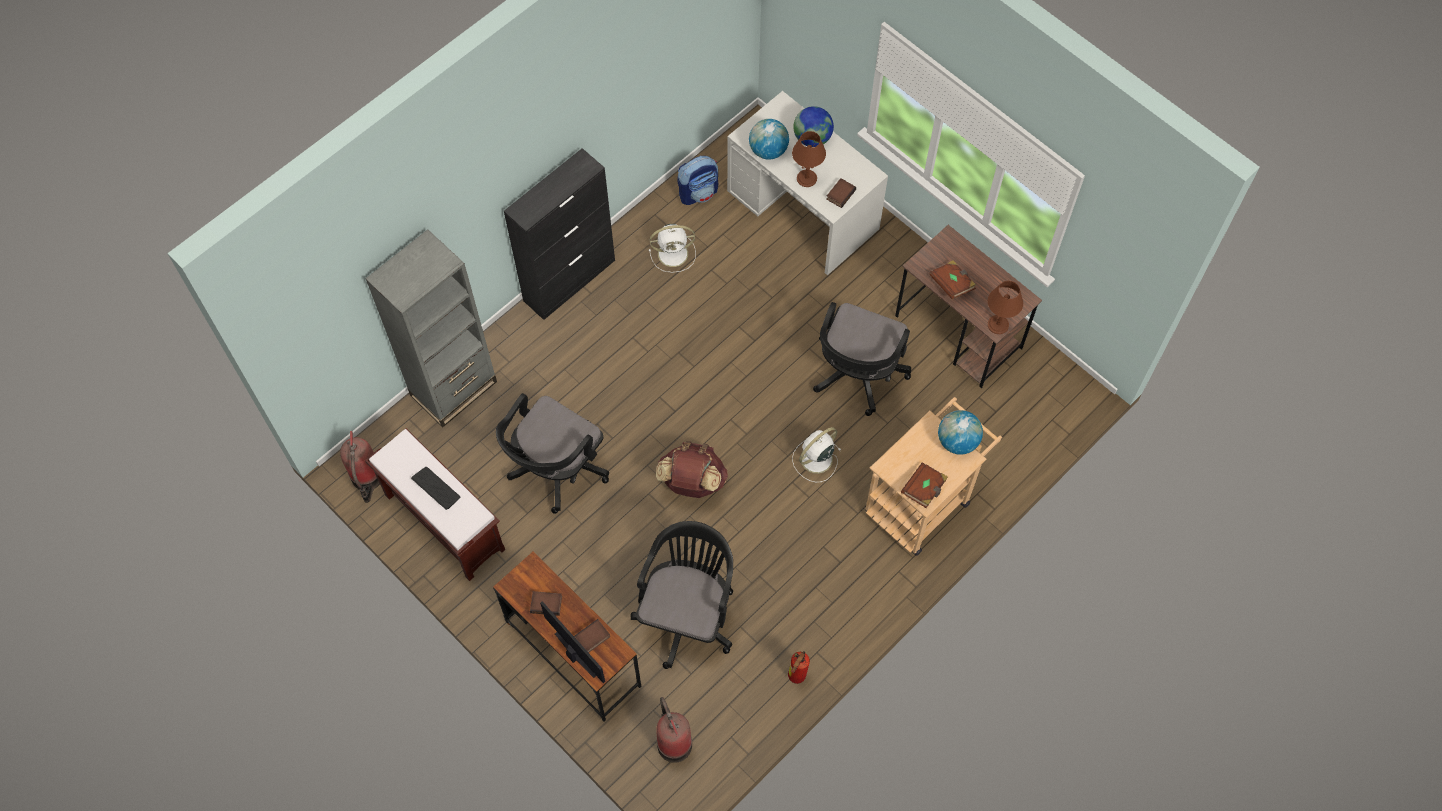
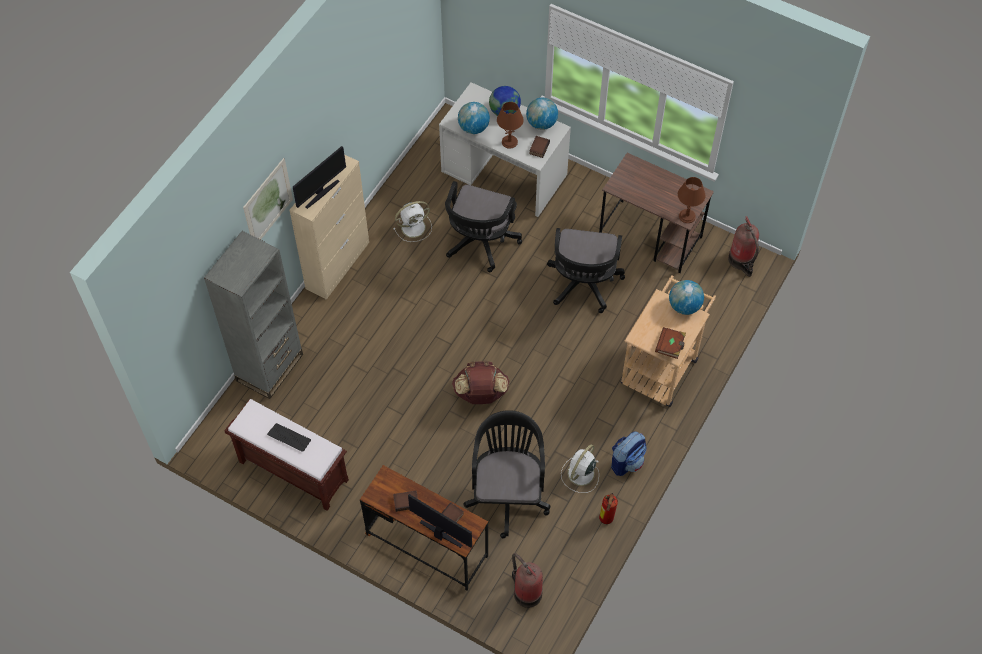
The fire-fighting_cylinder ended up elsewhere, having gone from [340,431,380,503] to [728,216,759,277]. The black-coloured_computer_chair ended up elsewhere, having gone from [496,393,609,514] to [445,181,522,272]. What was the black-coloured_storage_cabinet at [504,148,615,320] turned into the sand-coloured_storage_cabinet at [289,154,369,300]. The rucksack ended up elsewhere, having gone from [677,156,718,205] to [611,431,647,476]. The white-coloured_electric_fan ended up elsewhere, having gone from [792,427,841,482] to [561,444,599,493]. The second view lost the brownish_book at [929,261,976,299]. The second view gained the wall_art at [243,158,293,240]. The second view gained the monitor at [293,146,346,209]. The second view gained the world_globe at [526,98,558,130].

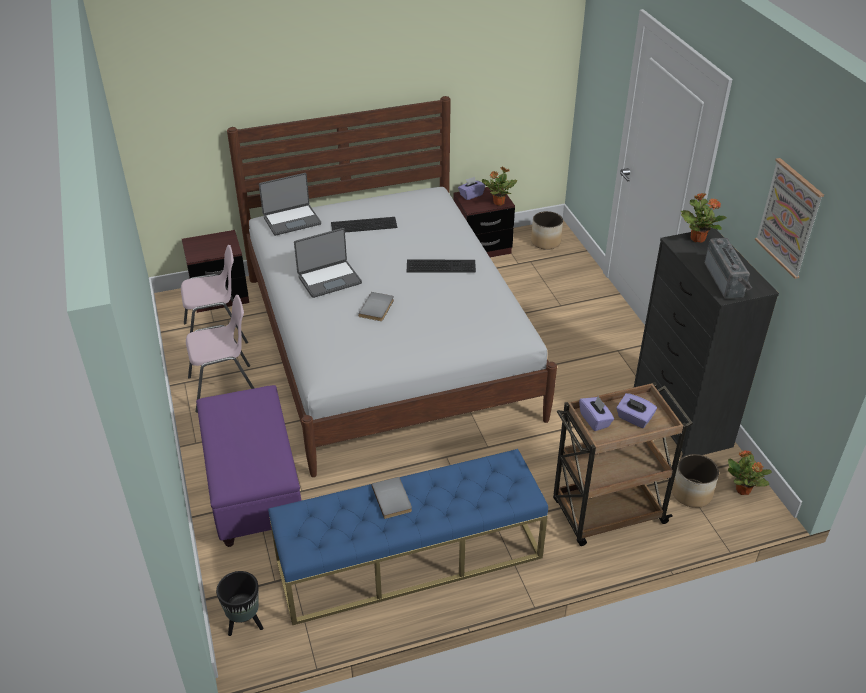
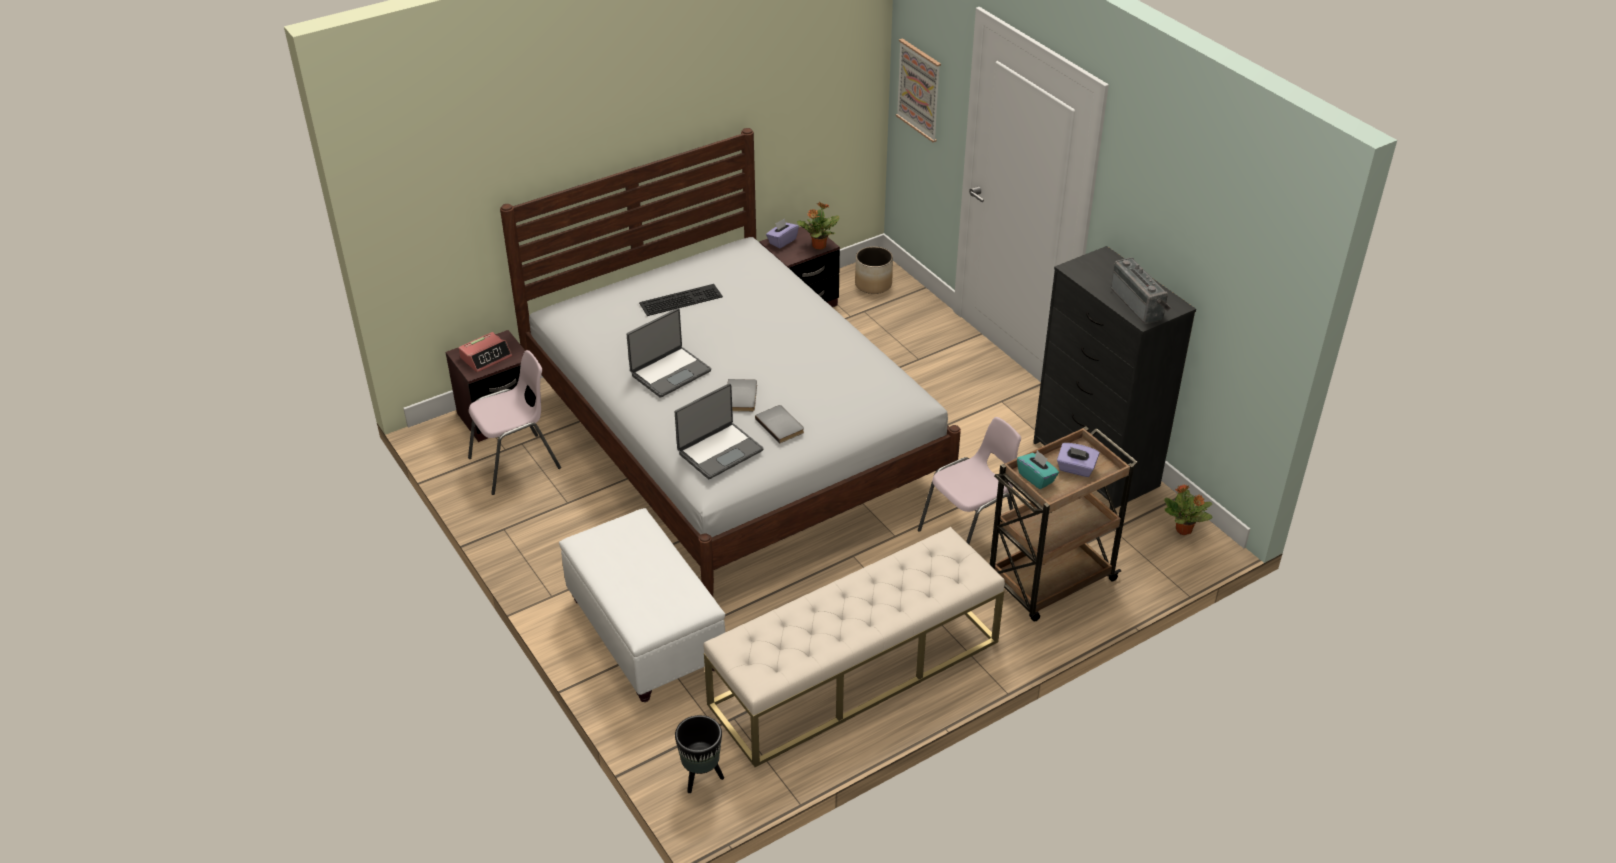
The pink-coloured_chair ended up elsewhere, having gone from [186,295,254,413] to [918,417,1021,544]. What was the purplish_footrest at [196,385,301,547] turned into the white-coloured_footrest at [559,508,725,702]. The portable_computer ended up elsewhere, having gone from [259,173,321,236] to [675,383,763,479]. What was the bluish_long_seat at [268,449,548,625] turned into the sand-coloured_long_seat at [703,527,1005,767]. The grey_book ended up elsewhere, having gone from [372,477,412,519] to [755,405,804,443]. The second view lost the computer_keyboard at [407,260,476,273]. What was the purplish_box_of_tissues at [579,396,614,431] turned into the blue-green_box_of_tissues at [1017,450,1059,489]. The second view lost the flower_pot at [672,454,719,508]. The second view lost the houseplant at [681,193,727,243]. The wall_art ended up elsewhere, having gone from [755,158,824,279] to [896,38,941,142]. The second view gained the bedside_clock at [458,332,512,372].

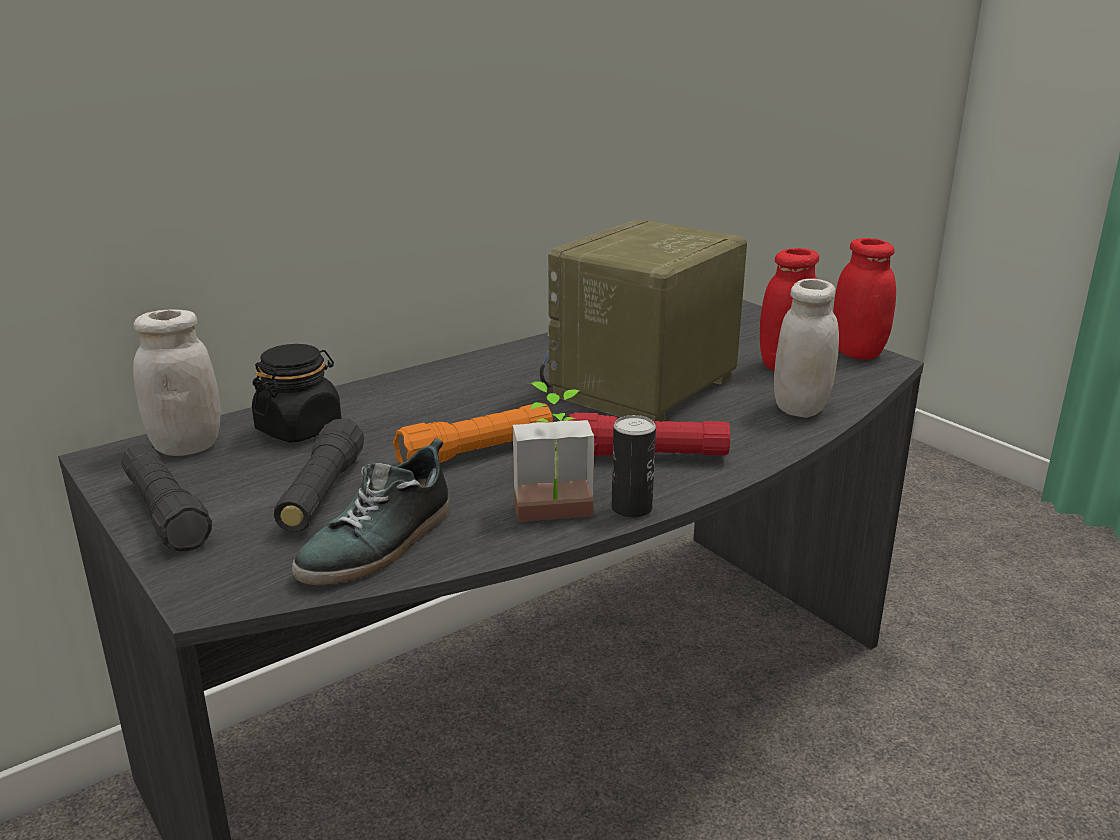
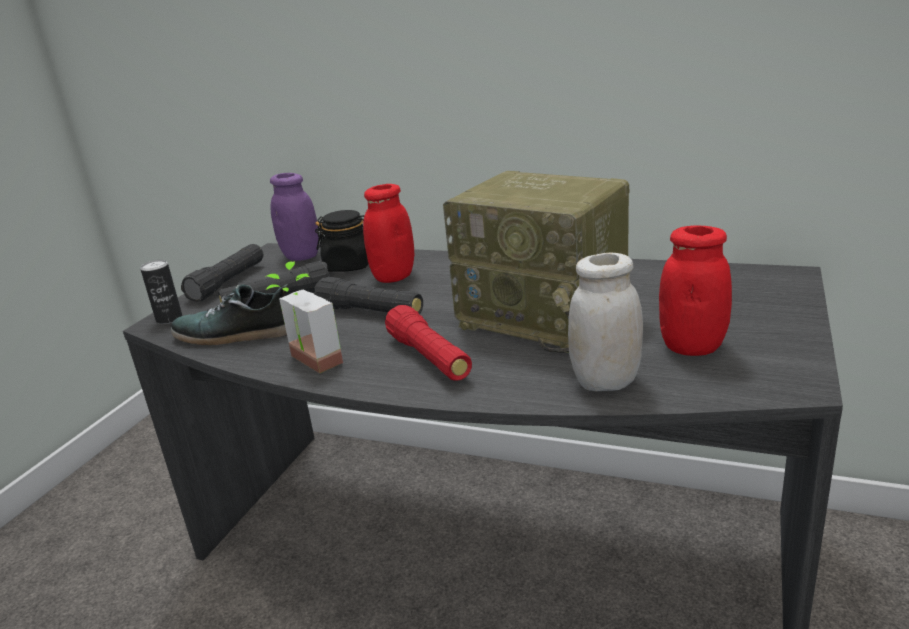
What was the white-coloured_storage_jar at [133,309,221,456] turned into the purplish_storage_jar at [270,173,319,261]. What was the orangey_flashlight at [393,403,553,464] turned into the black-coloured_flashlight at [314,277,423,314]. The radio_set at [540,219,747,422] ended up facing another way, 150 degrees counterclockwise from before. The metal_can ended up elsewhere, having gone from [611,415,656,518] to [140,260,182,324]. The red-coloured_storage_jar ended up elsewhere, having gone from [833,238,896,360] to [363,184,414,283].

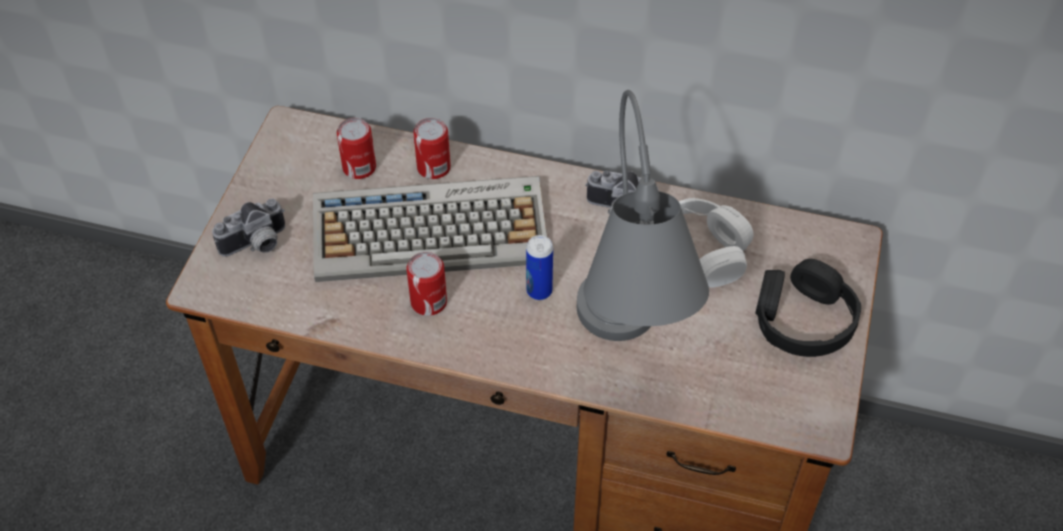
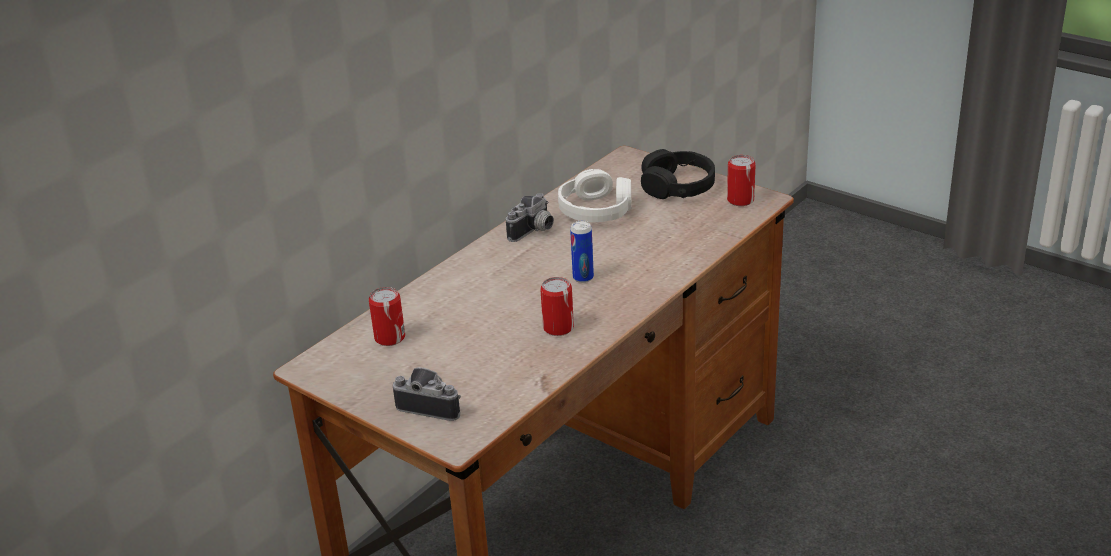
The still_camera at [212,199,285,257] ended up facing another way, 60 degrees counterclockwise from before. The second view lost the computer_keyboard at [313,176,547,282]. The metal_can ended up elsewhere, having gone from [413,118,451,179] to [727,155,756,206]. The second view lost the grey_table_lamp at [577,90,709,341].

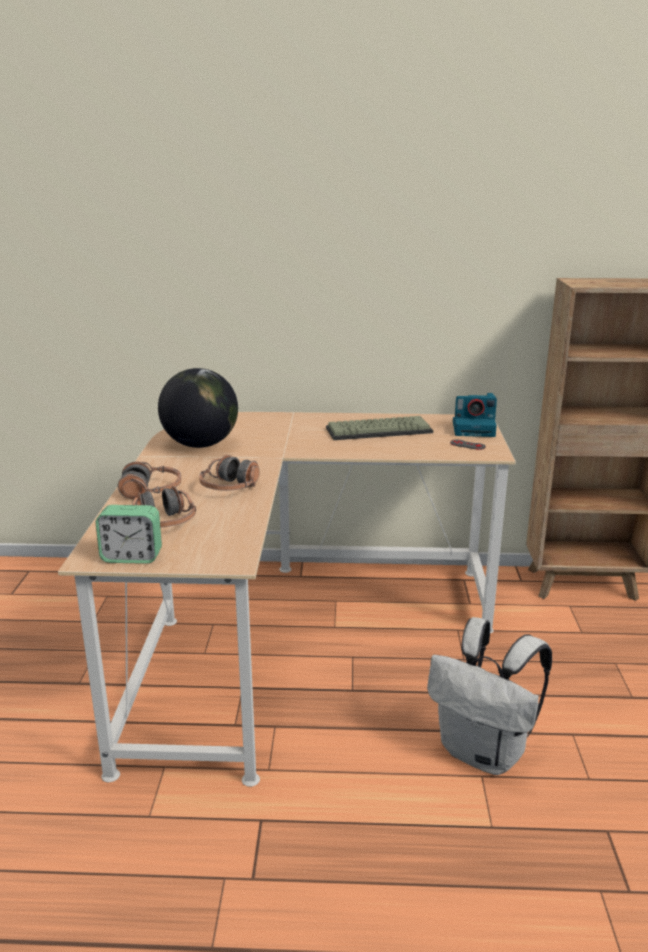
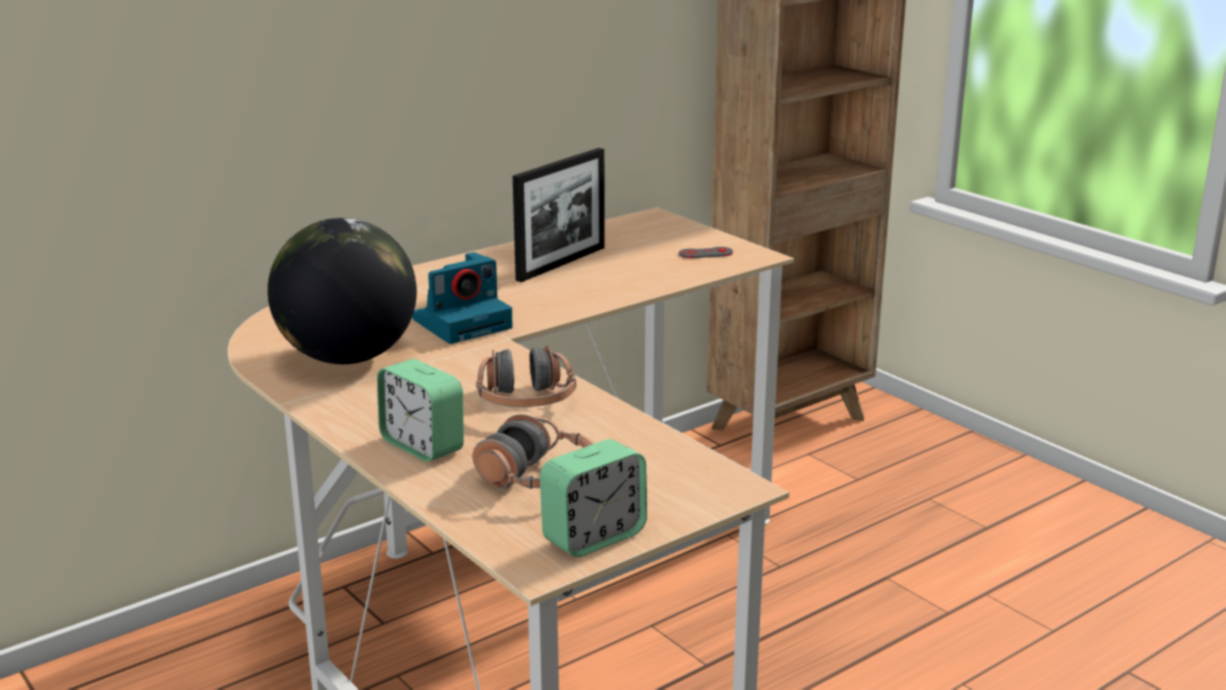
Where the headset stood at [118,462,181,499], the bedside_clock came to stand at [377,359,464,462]. Where the computer_keyboard stood at [326,416,433,440], the picture_frame came to stand at [513,148,605,282]. The second view lost the white-coloured_rucksack at [427,617,552,775]. The still_camera ended up elsewhere, having gone from [453,393,497,437] to [412,252,513,344].

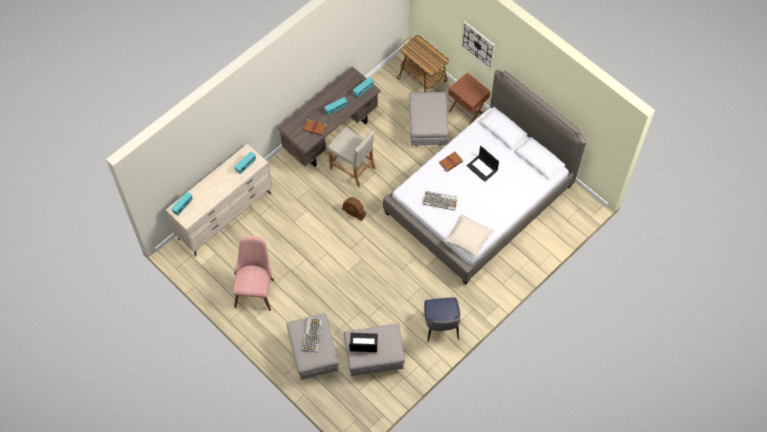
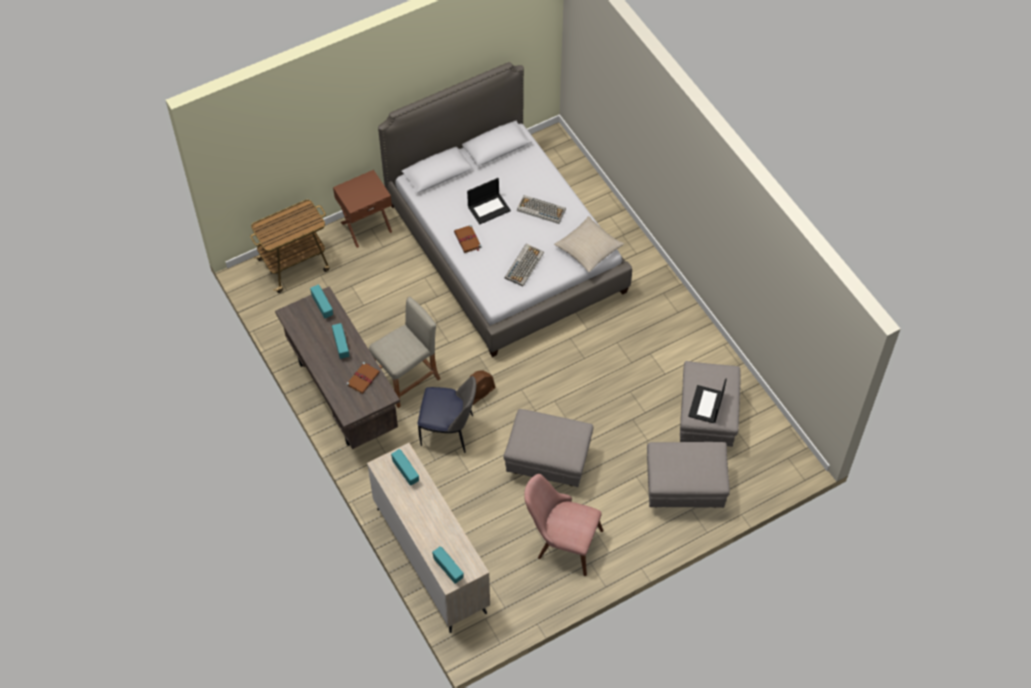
The computer_keyboard ended up elsewhere, having gone from [302,318,322,352] to [517,195,566,224]. The grey_footrest ended up elsewhere, having gone from [409,92,448,146] to [503,409,593,487]. The chair ended up elsewhere, having gone from [424,297,460,342] to [418,376,476,453]. The second view lost the hanging_clock at [461,21,495,70].

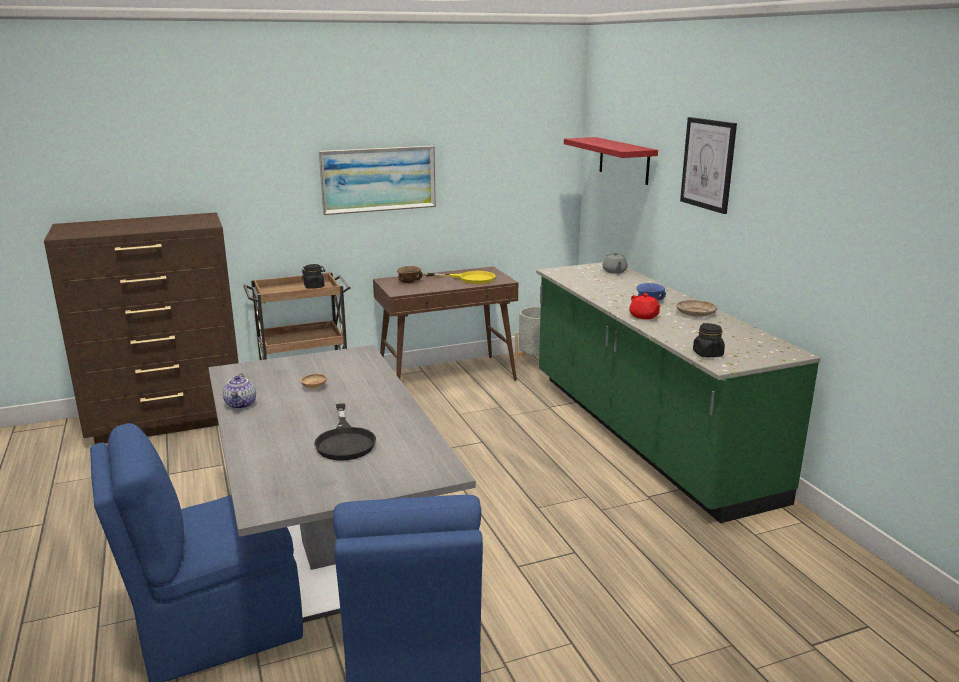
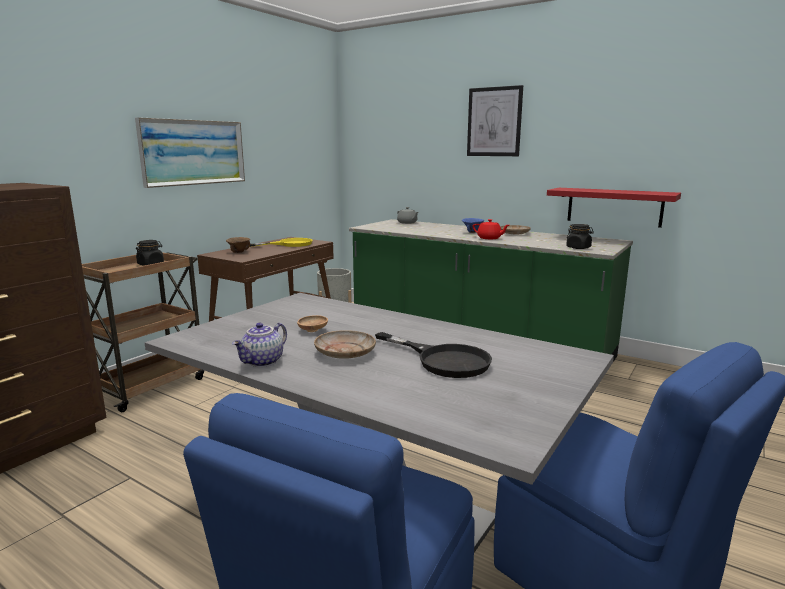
The teapot at [223,373,256,409] ended up facing another way, 75 degrees clockwise from before. The red-coloured_shelf ended up elsewhere, having gone from [564,137,658,185] to [547,188,681,228]. The second view gained the sand-coloured_dinner_plate at [314,330,376,359].

